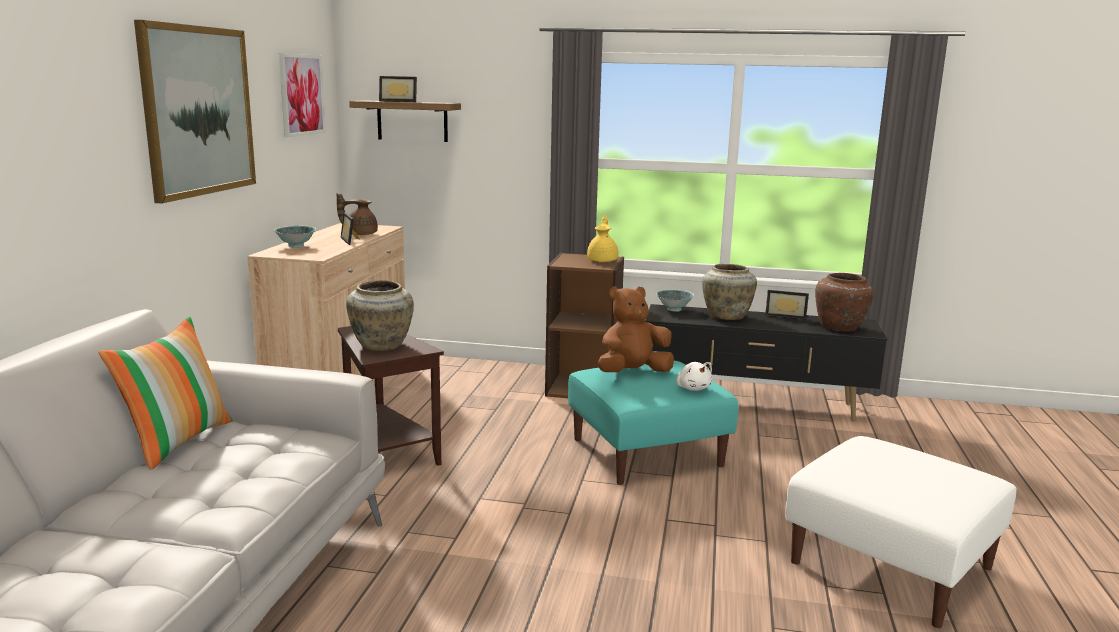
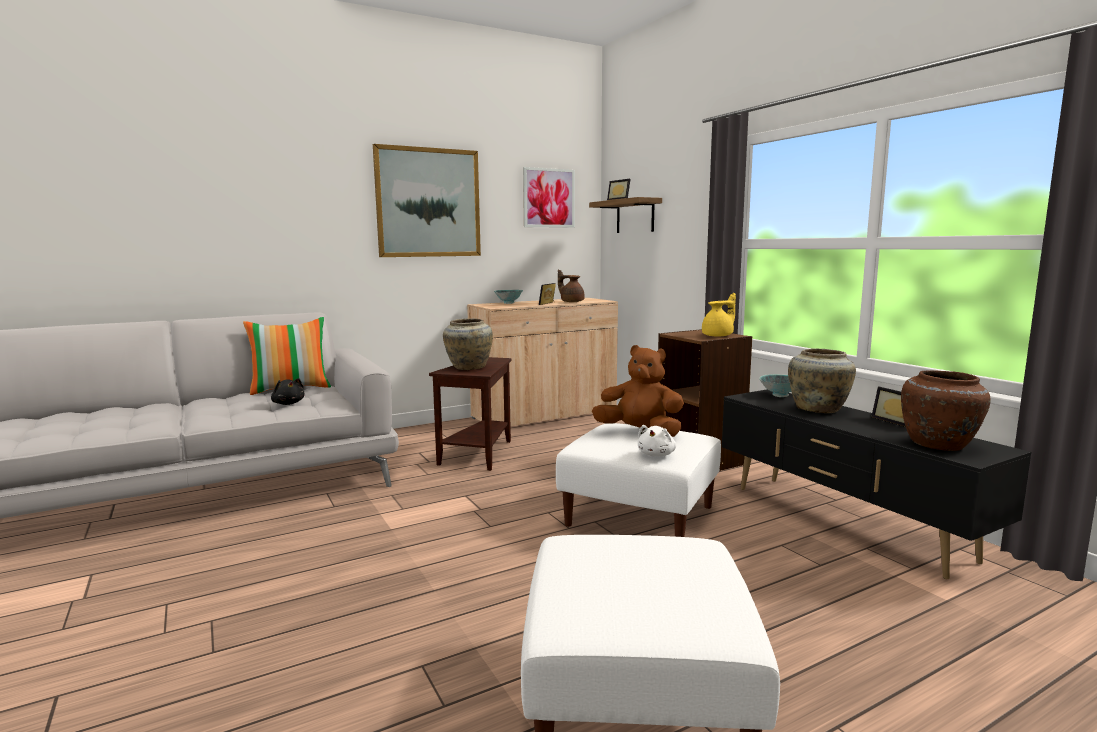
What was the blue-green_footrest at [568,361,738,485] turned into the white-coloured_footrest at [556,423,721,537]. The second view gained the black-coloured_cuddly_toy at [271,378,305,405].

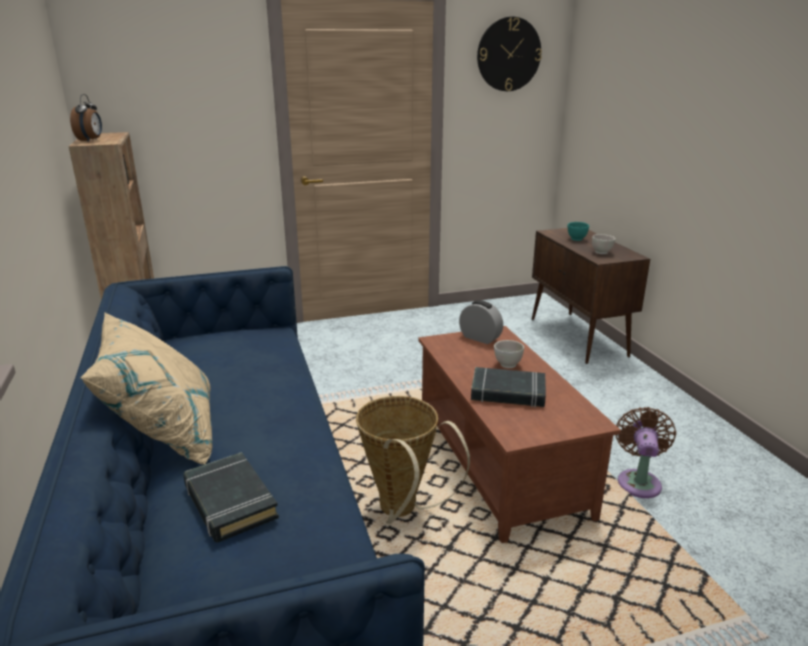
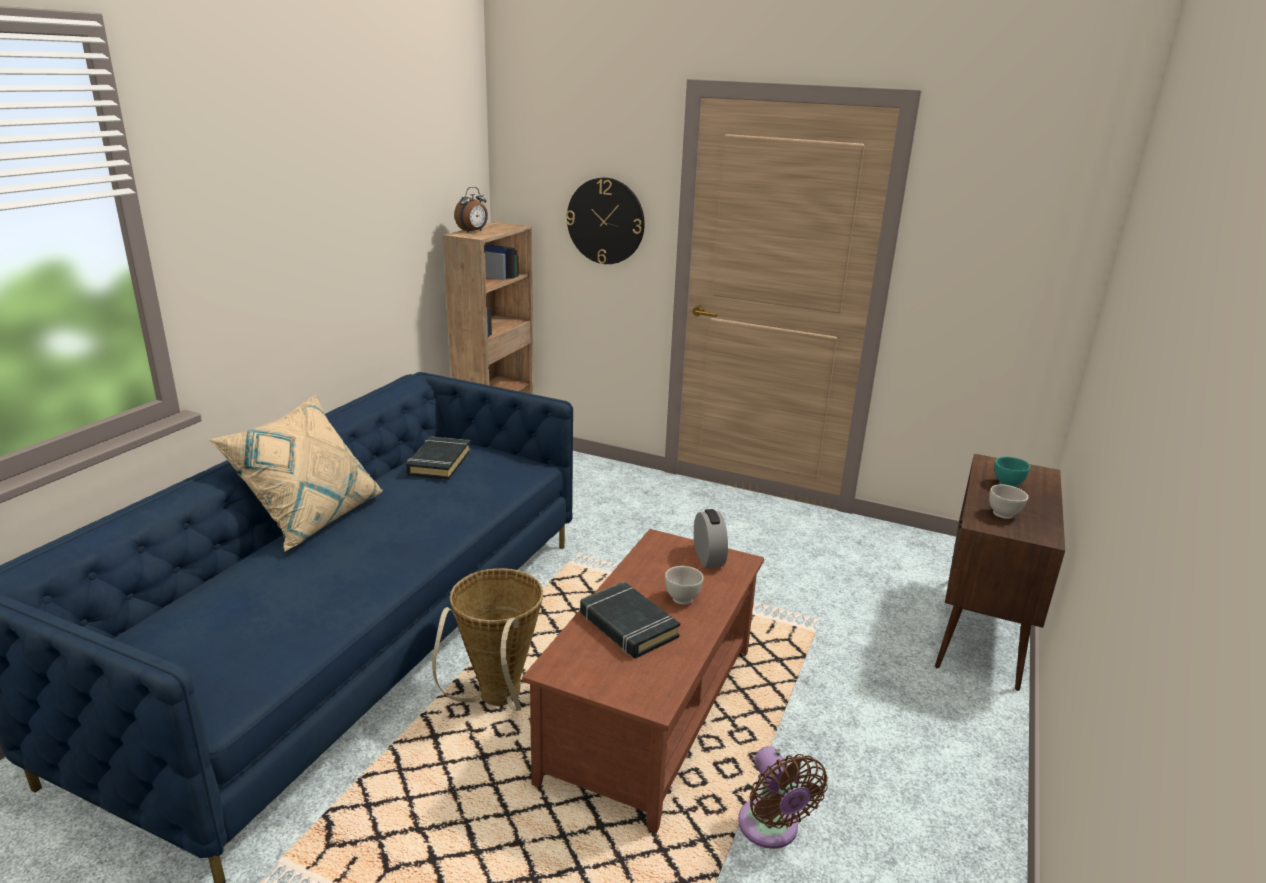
The black-coloured_book ended up elsewhere, having gone from [183,452,279,543] to [405,436,471,480]. The hanging_clock ended up elsewhere, having gone from [477,17,542,91] to [566,178,645,264]. The brownish_electric_fan at [616,407,676,498] ended up facing another way, 105 degrees clockwise from before.

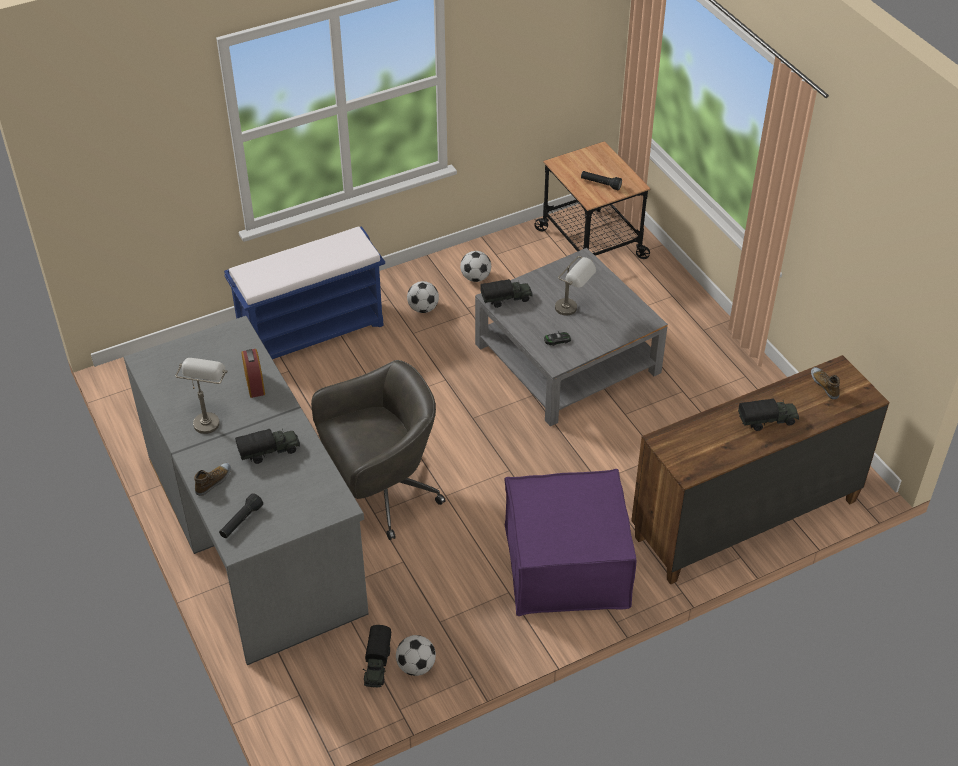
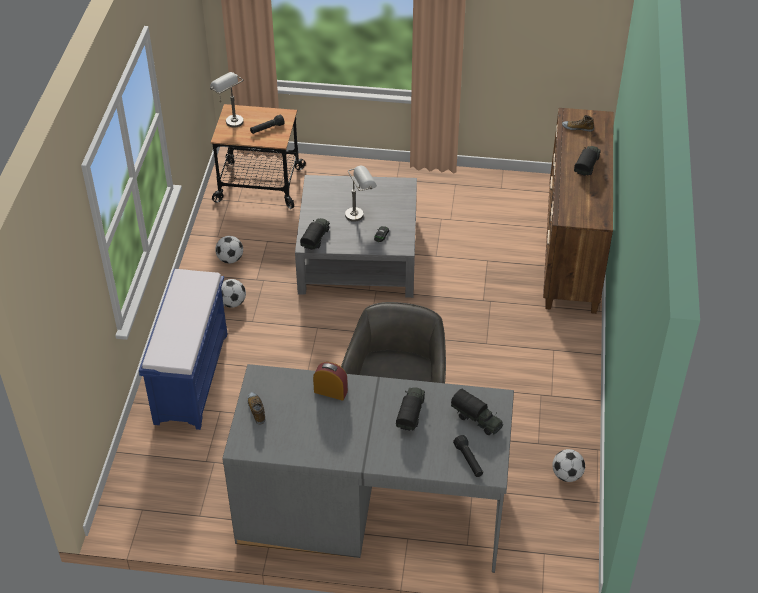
The grey_table_lamp ended up elsewhere, having gone from [175,358,227,434] to [210,72,244,128]. The item_of_footwear ended up elsewhere, having gone from [194,463,231,496] to [247,392,265,424]. The model_truck ended up elsewhere, having gone from [363,625,391,688] to [451,389,503,435]. The second view lost the purplish_footrest at [504,469,636,616].

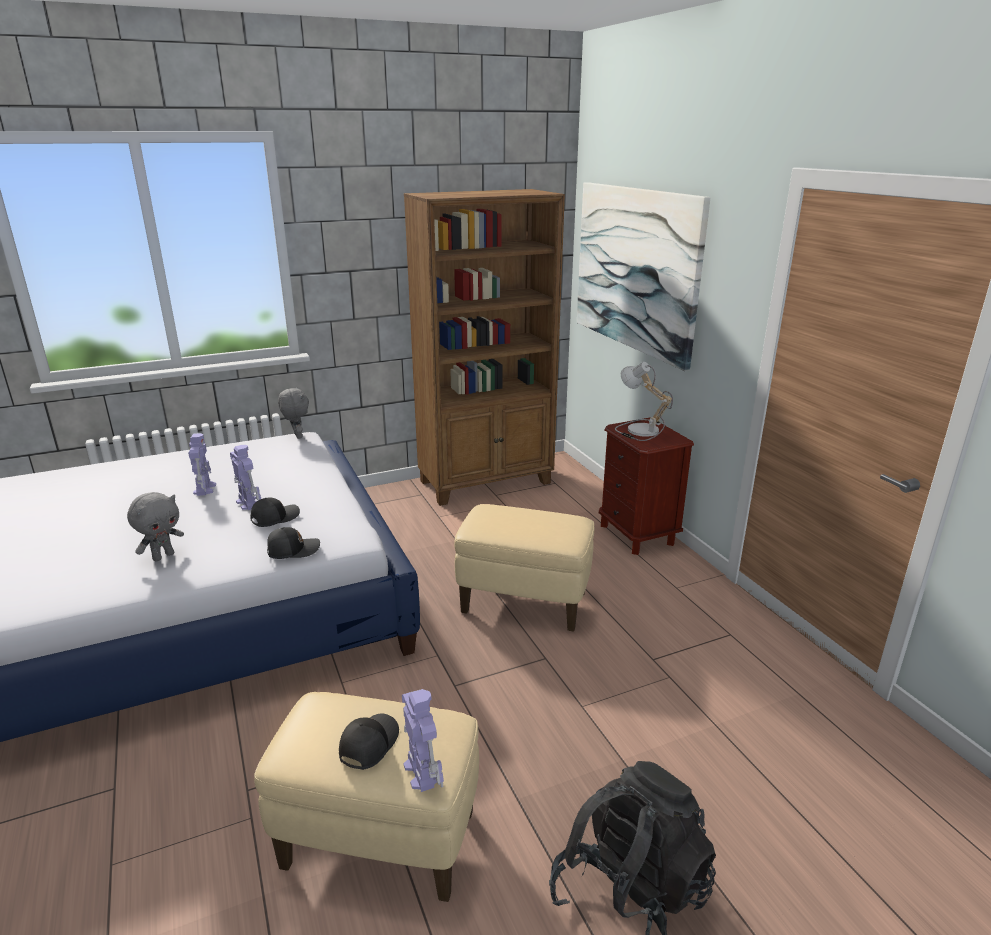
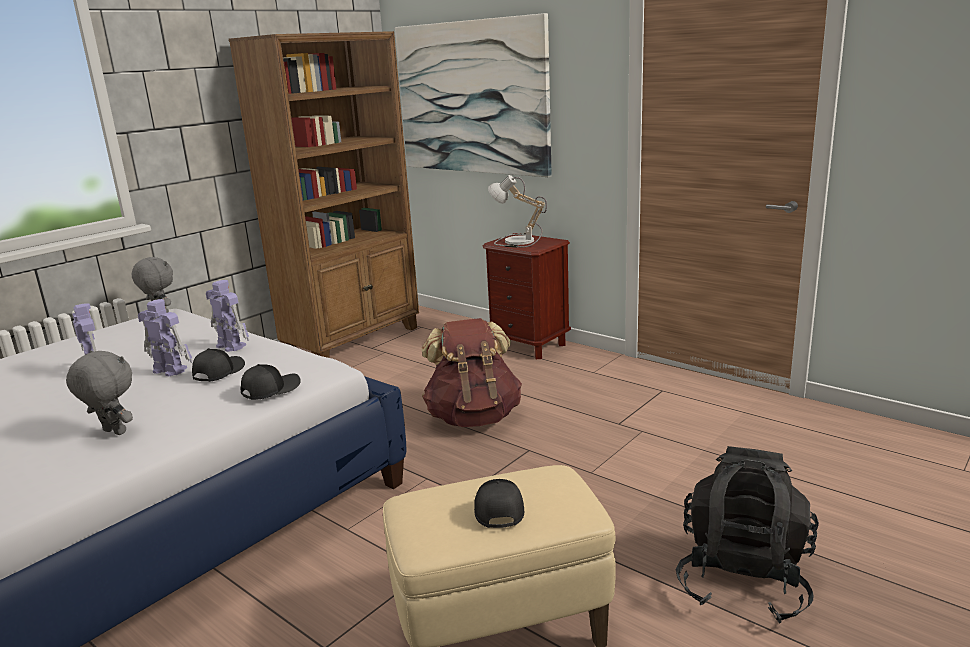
The grey_cuddly_toy at [127,492,184,561] ended up facing another way, 75 degrees counterclockwise from before. The model_robot ended up elsewhere, having gone from [402,689,444,792] to [206,280,249,352]. Where the sand-coloured_footrest stood at [454,504,594,632], the brownish_rucksack came to stand at [421,318,522,427].

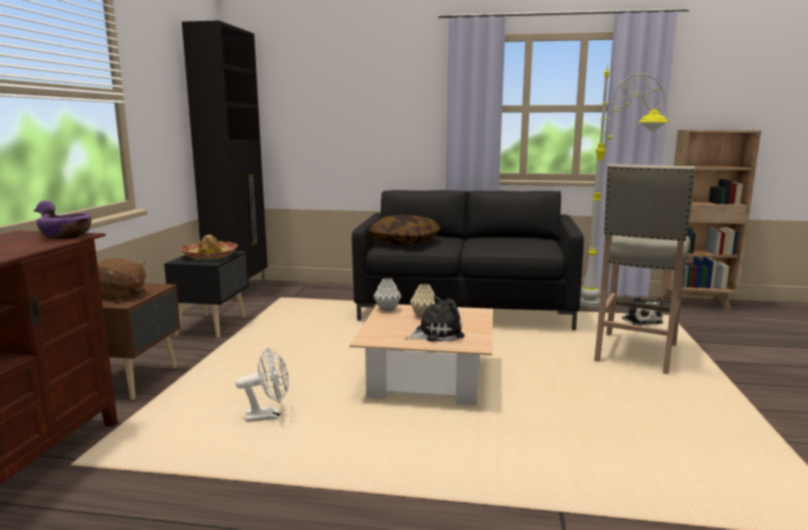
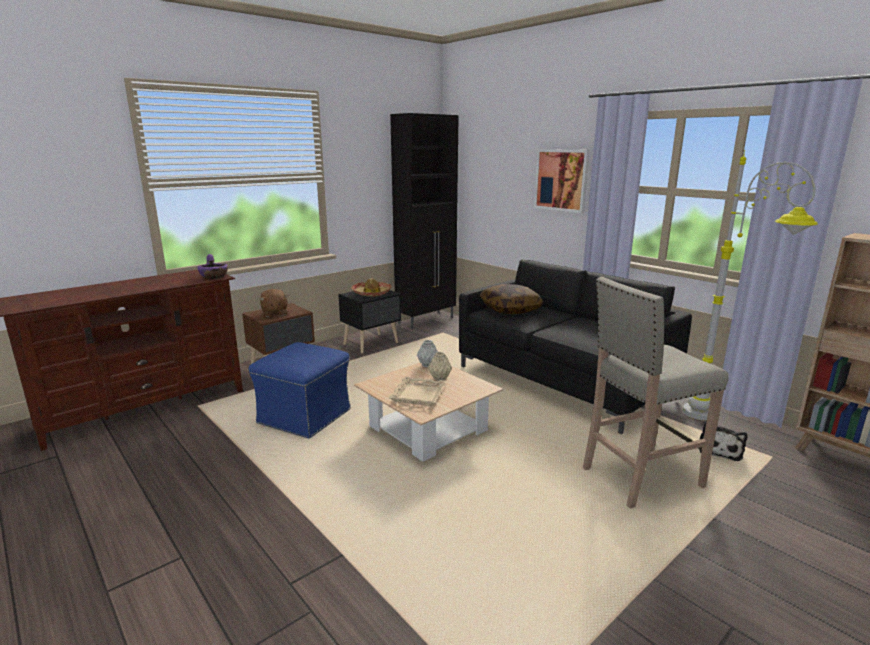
Where the white-coloured_electric_fan stood at [235,347,289,422], the bluish_footrest came to stand at [249,342,351,438]. Where the cuddly_toy stood at [405,296,465,342], the sand-coloured_serving_tray came to stand at [389,377,447,406]. The second view gained the wall_art at [534,149,590,213].

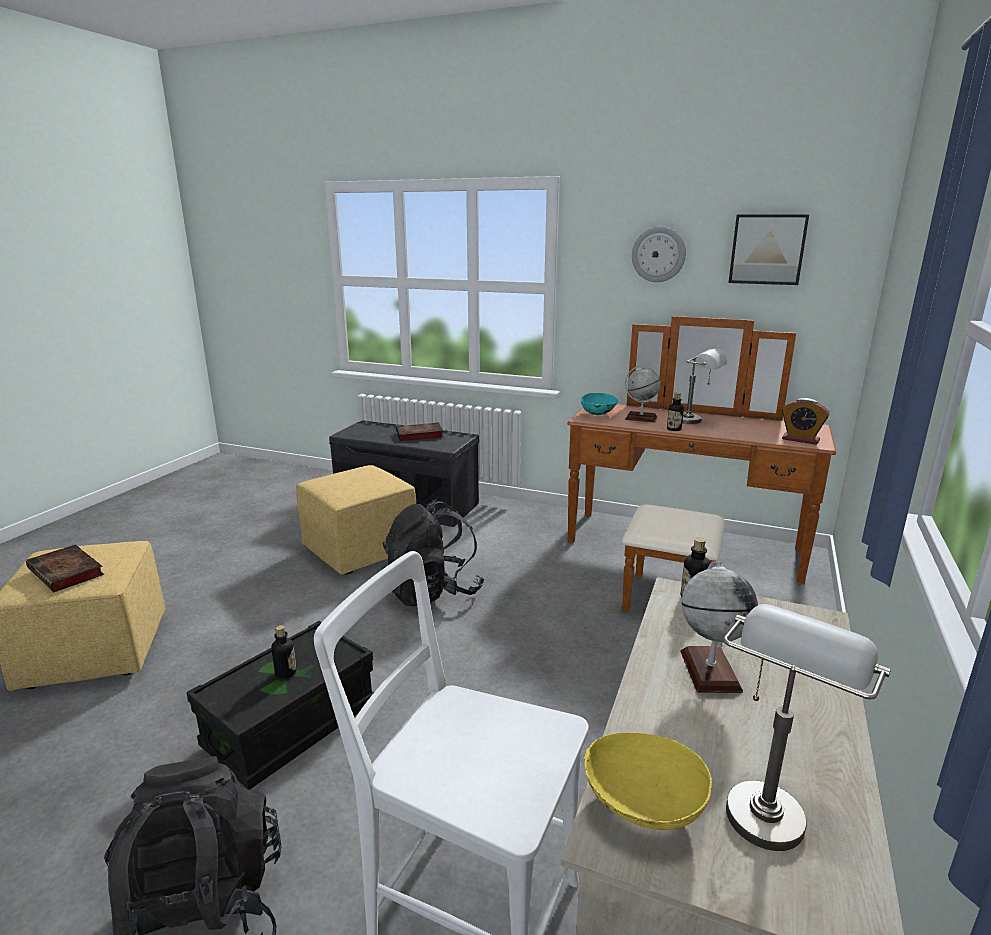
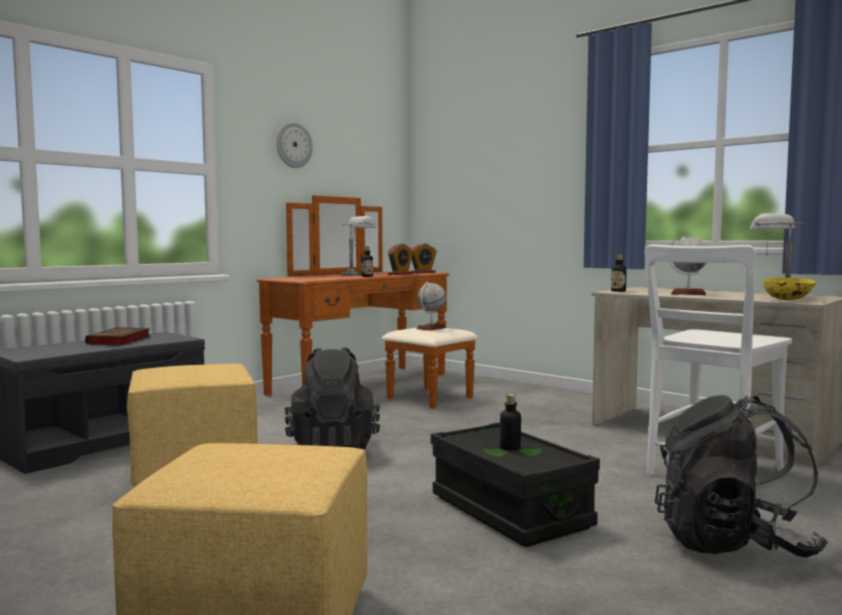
The second view lost the book at [26,544,104,592]. The second view lost the blue-green_bowl at [581,393,618,415]. The world_globe ended up elsewhere, having gone from [625,366,661,423] to [416,282,446,331]. The second view lost the wall_art at [728,214,809,285]. The second view gained the bedside_clock at [388,244,413,275].

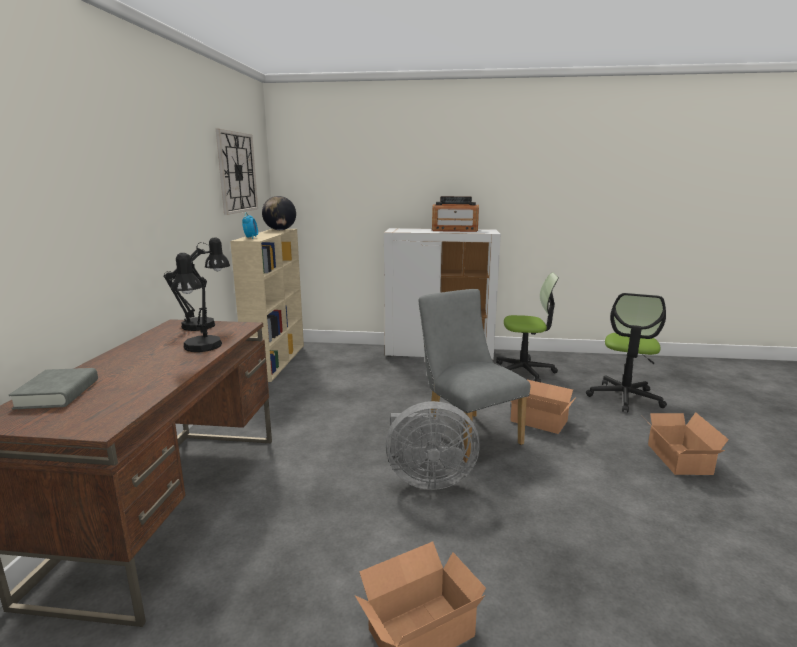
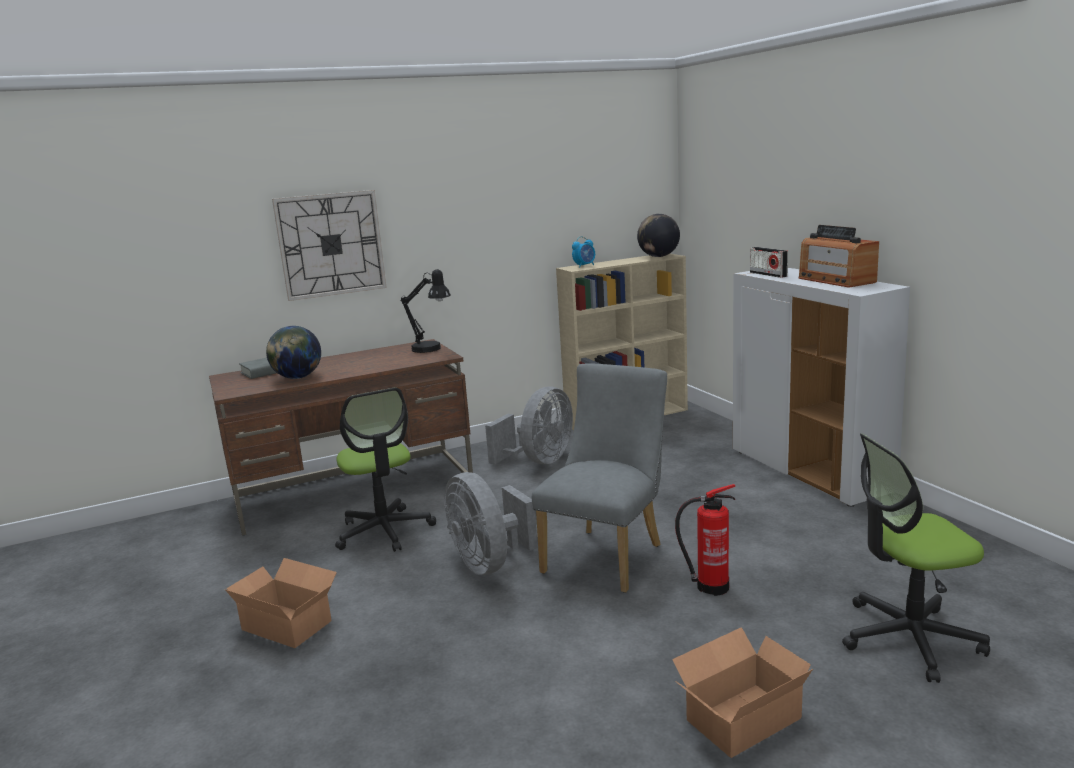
The second view lost the black-coloured_table_lamp at [171,253,222,352]. The hanging_clock ended up elsewhere, having gone from [216,129,258,215] to [272,190,387,301]. The computer_chair ended up elsewhere, having gone from [496,272,559,382] to [335,388,436,552]. Where the carton stood at [510,380,577,434], the fire-fighting_cylinder came to stand at [675,484,735,596]. The second view gained the world_globe at [266,326,321,379]. The second view gained the grey_electric_fan at [485,387,573,465]. The second view gained the radio_set at [750,247,788,278].

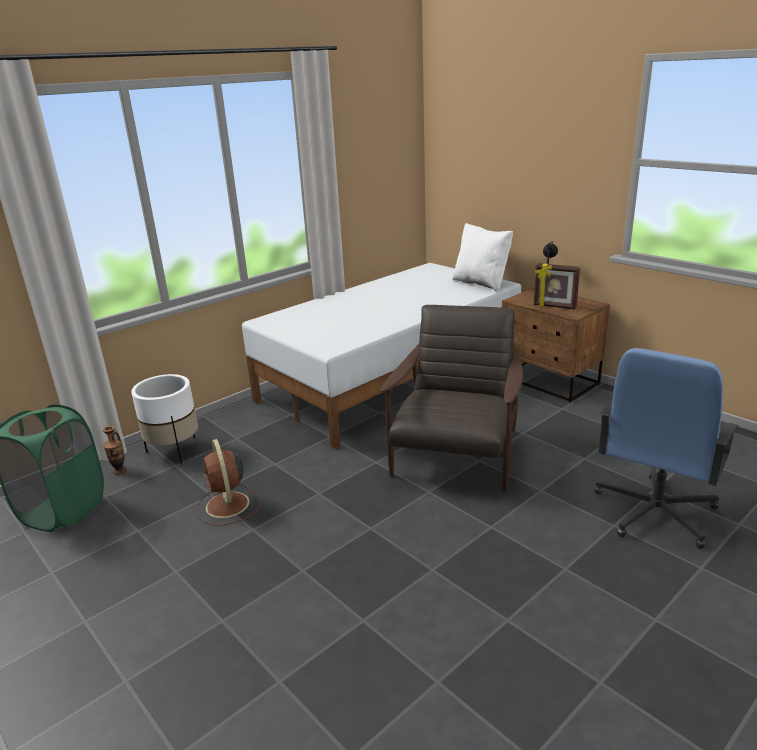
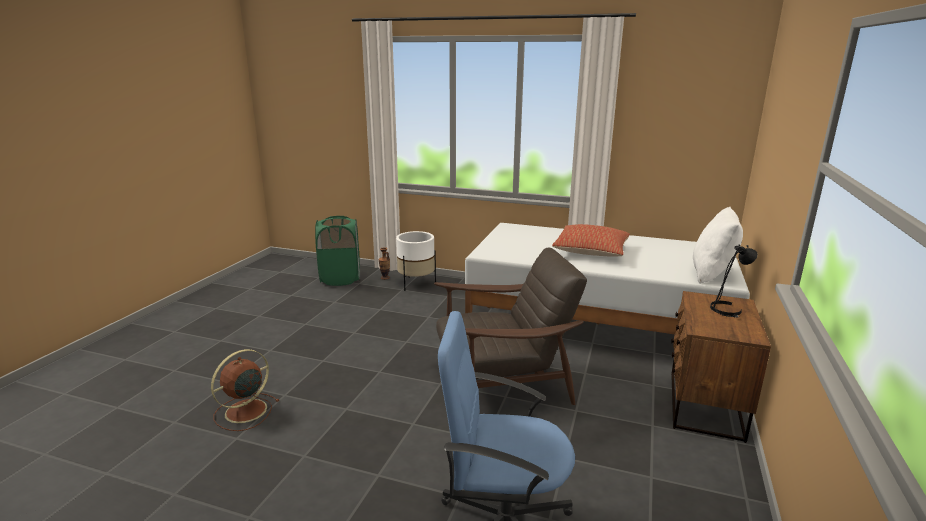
The brownish_electric_fan ended up elsewhere, having gone from [196,439,261,526] to [211,349,280,431]. The second view lost the picture_frame at [534,263,580,309]. The second view gained the cushion at [552,224,630,257].

